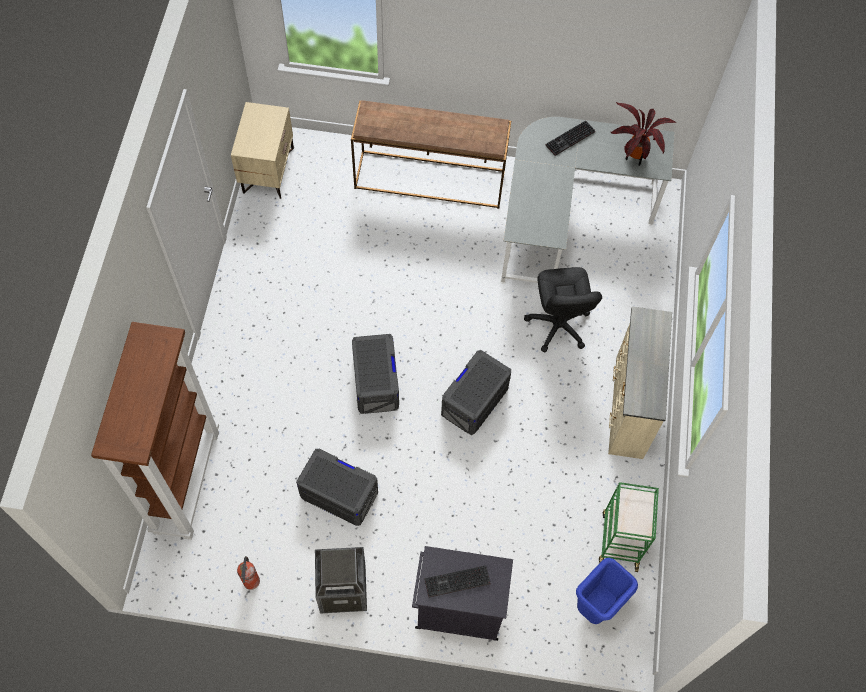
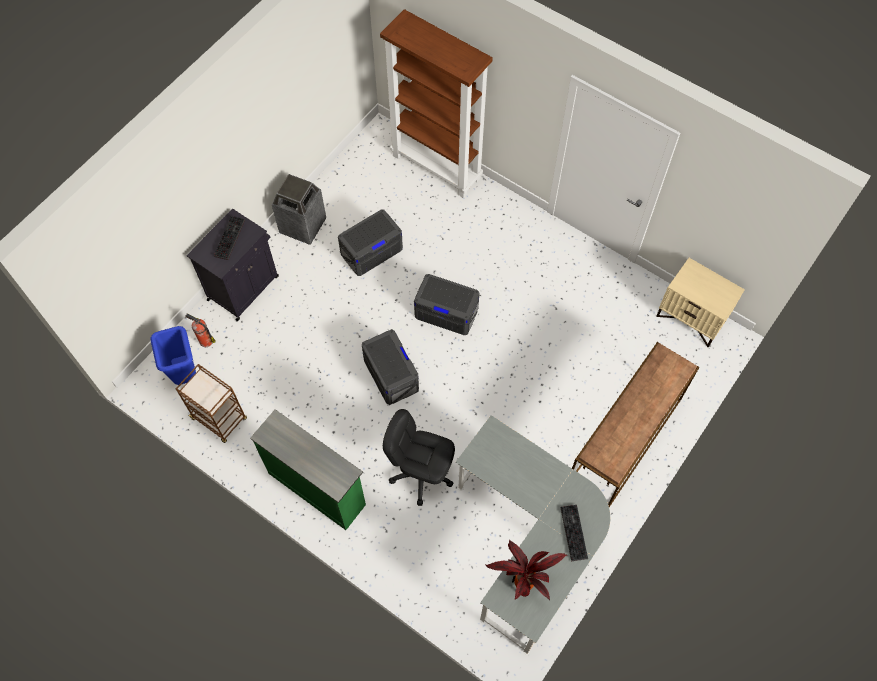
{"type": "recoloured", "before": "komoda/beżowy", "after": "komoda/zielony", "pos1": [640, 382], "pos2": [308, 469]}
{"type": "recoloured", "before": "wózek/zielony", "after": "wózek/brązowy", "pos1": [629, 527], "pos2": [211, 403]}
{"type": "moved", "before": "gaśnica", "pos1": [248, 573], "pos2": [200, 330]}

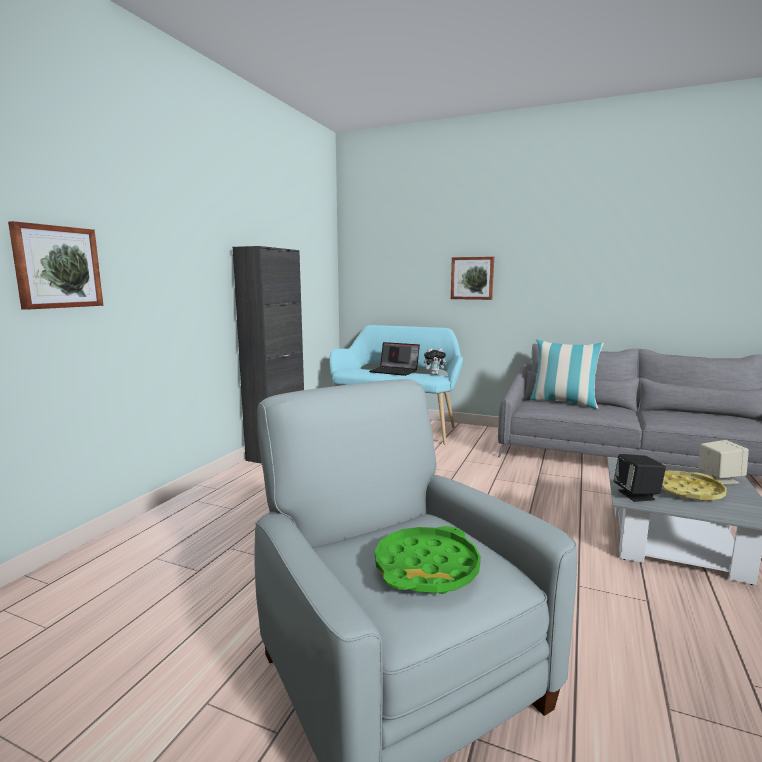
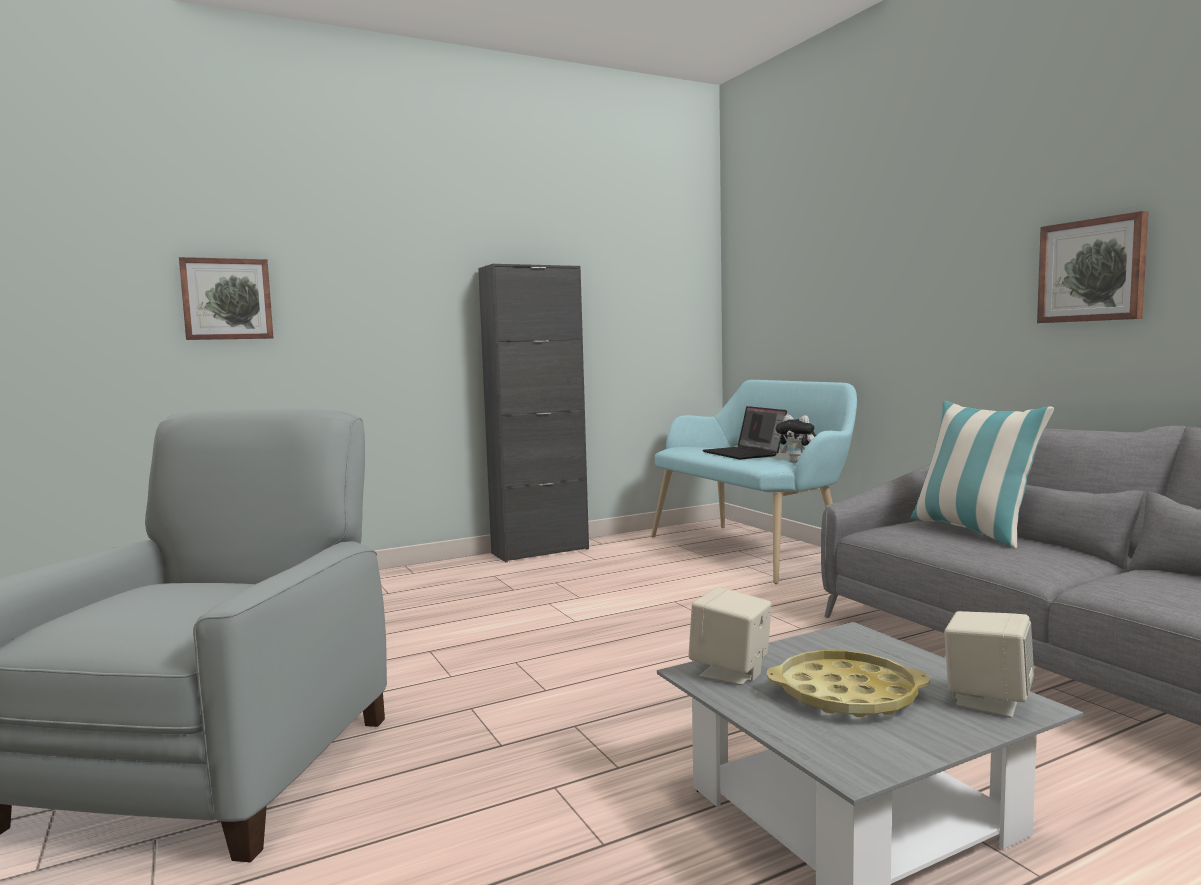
{"type": "moved", "before": "obraz", "pos1": [472, 278], "pos2": [1092, 267]}
{"type": "recoloured", "before": "głośnik/czarny", "after": "głośnik/beżowy", "pos1": [640, 478], "pos2": [730, 636]}
{"type": "removed", "before": "taca/zielony", "pos1": [428, 560]}

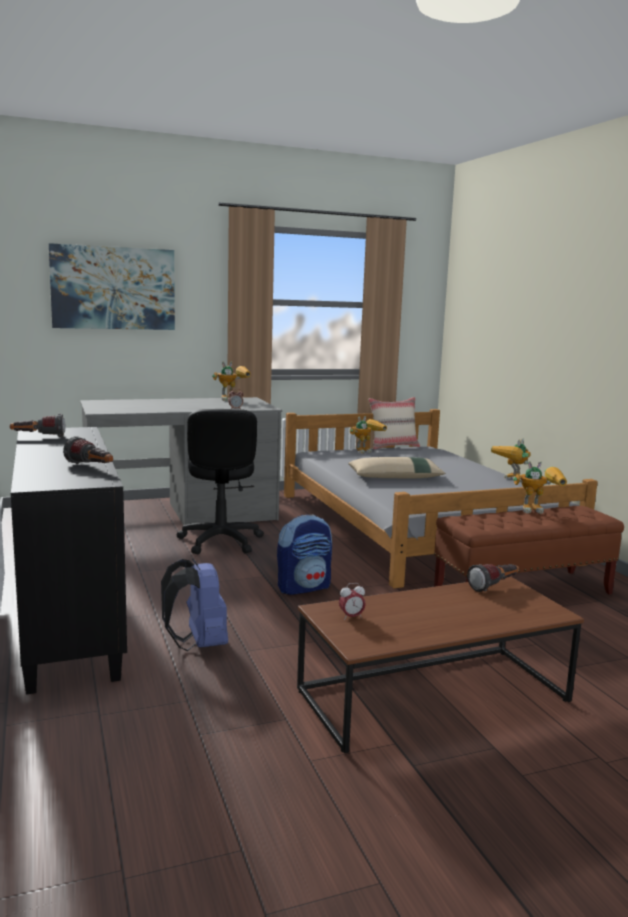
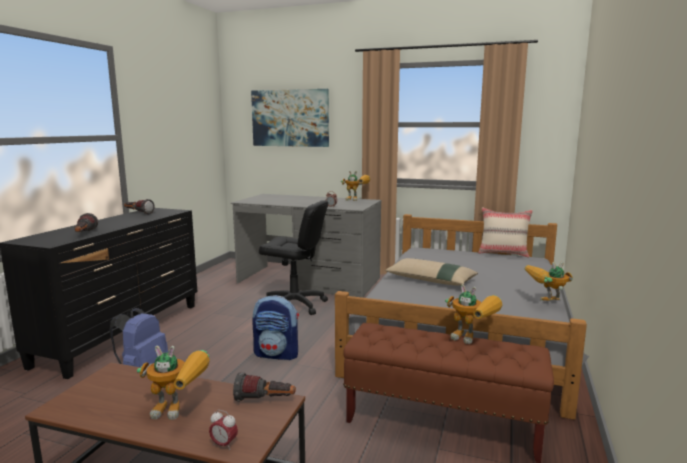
{"type": "turned", "before": "krzesło biurowe/czarny", "pos1": [220, 481], "pos2": [293, 257], "turn": -105}
{"type": "moved", "before": "robot zabawkowy", "pos1": [368, 435], "pos2": [173, 383]}
{"type": "moved", "before": "budzik", "pos1": [352, 601], "pos2": [223, 430]}

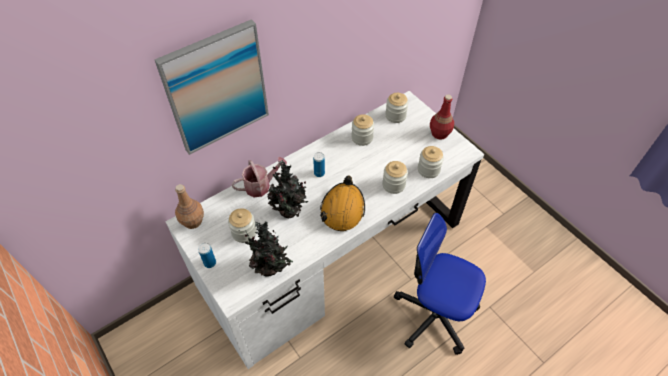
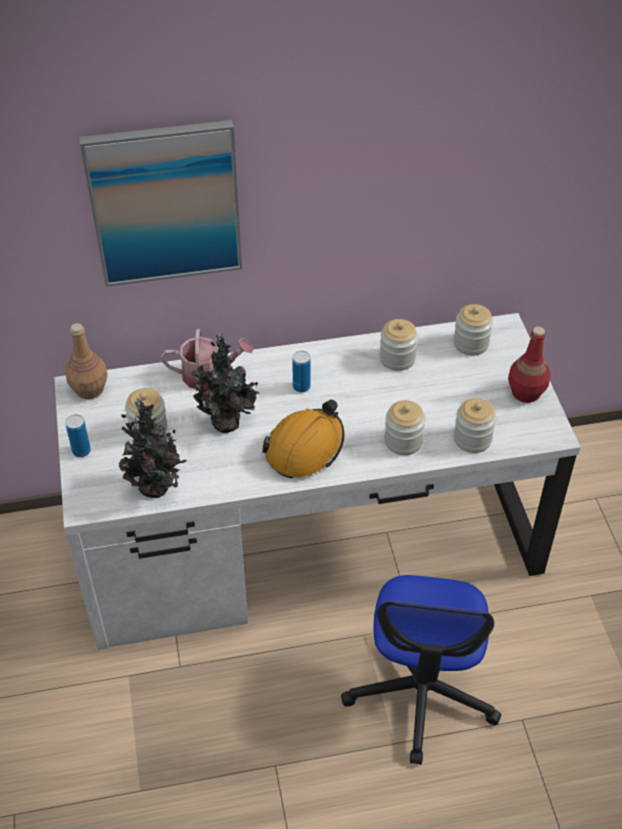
{"type": "turned", "before": "krzesło biurowe", "pos1": [440, 284], "pos2": [421, 670], "turn": -135}

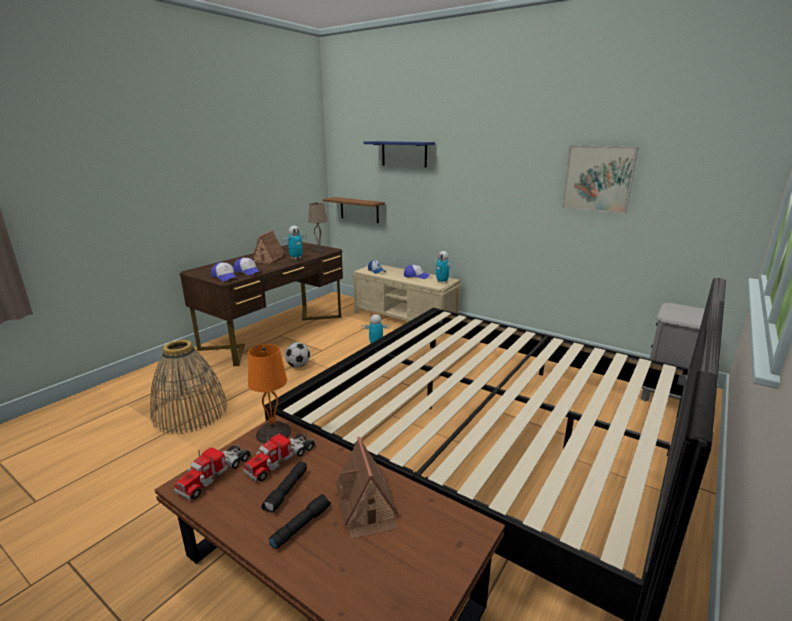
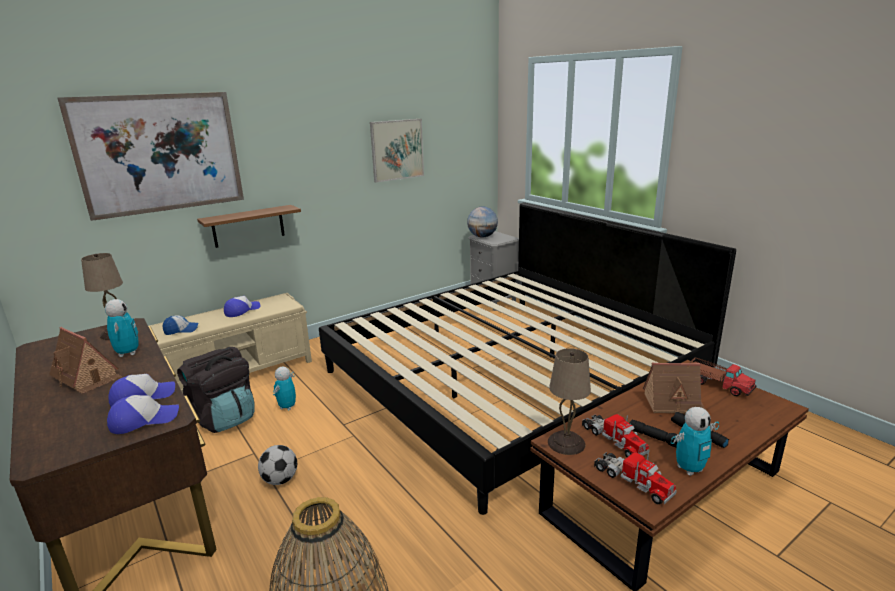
{"type": "replaced", "before": "półka/niebieski", "after": "obraz", "pos1": [399, 154], "pos2": [150, 156]}
{"type": "moved", "before": "półka/brązowy", "pos1": [354, 210], "pos2": [249, 226]}
{"type": "moved", "before": "robot zabawkowy", "pos1": [443, 267], "pos2": [695, 441]}
{"type": "recoloured", "before": "lampa stołowa/pomarańczowy", "after": "lampa stołowa/beżowy", "pos1": [269, 394], "pos2": [569, 401]}
{"type": "added", "after": "globus", "pos2": [482, 222]}
{"type": "added", "after": "plecak/czarny", "pos2": [216, 390]}
{"type": "added", "after": "ciężarówka zabawkowa", "pos2": [723, 376]}

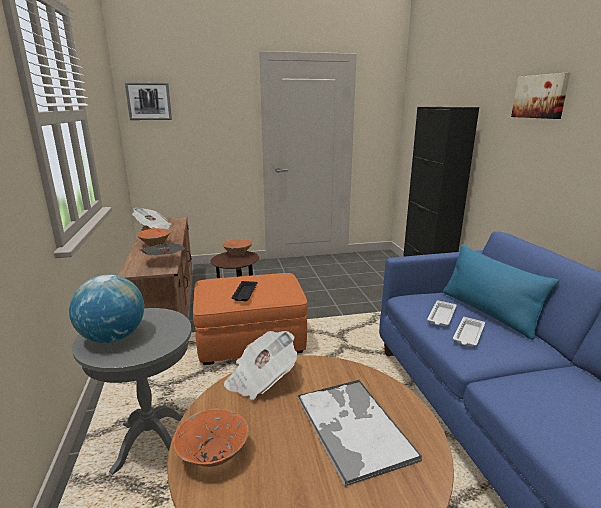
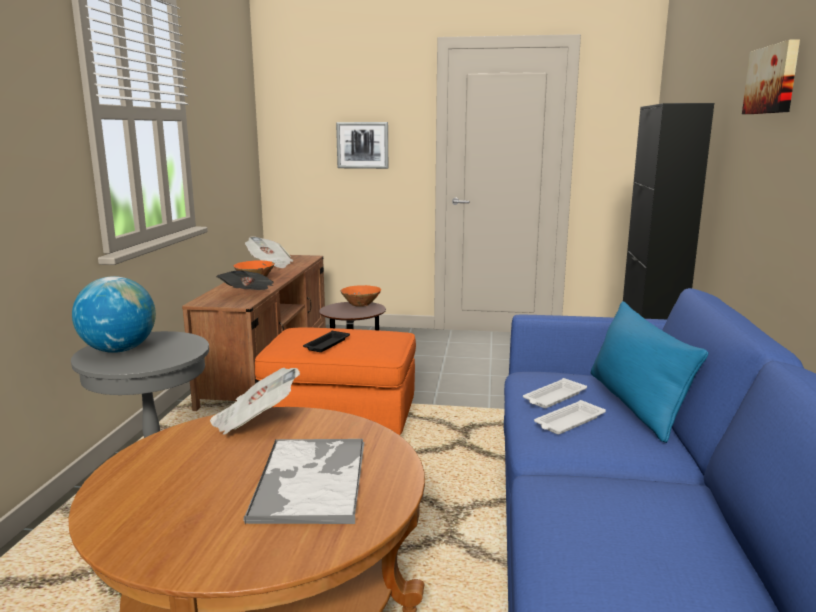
{"type": "moved", "before": "obraz", "pos1": [148, 101], "pos2": [362, 145]}
{"type": "removed", "before": "miska/pomarańczowy", "pos1": [211, 437]}

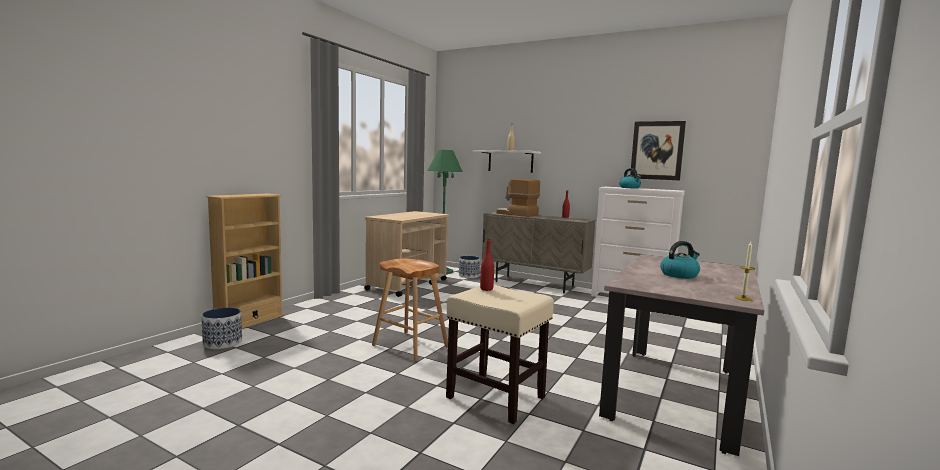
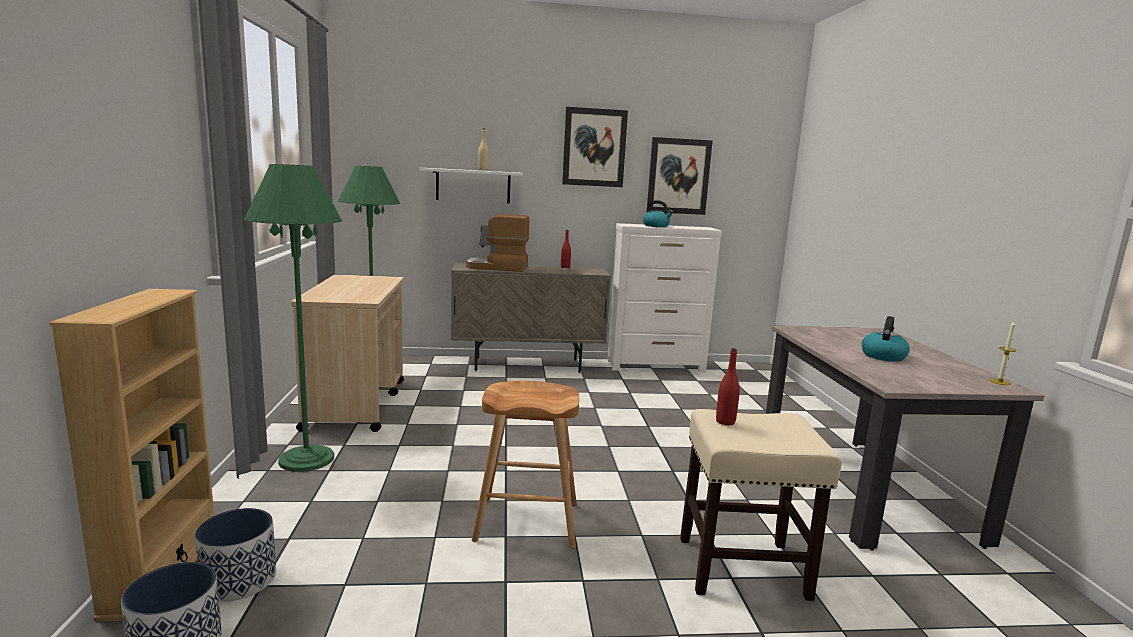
{"type": "moved", "before": "donica", "pos1": [469, 267], "pos2": [235, 555]}
{"type": "added", "after": "obraz", "pos2": [595, 147]}
{"type": "added", "after": "lampa stojąca/zielony", "pos2": [293, 318]}

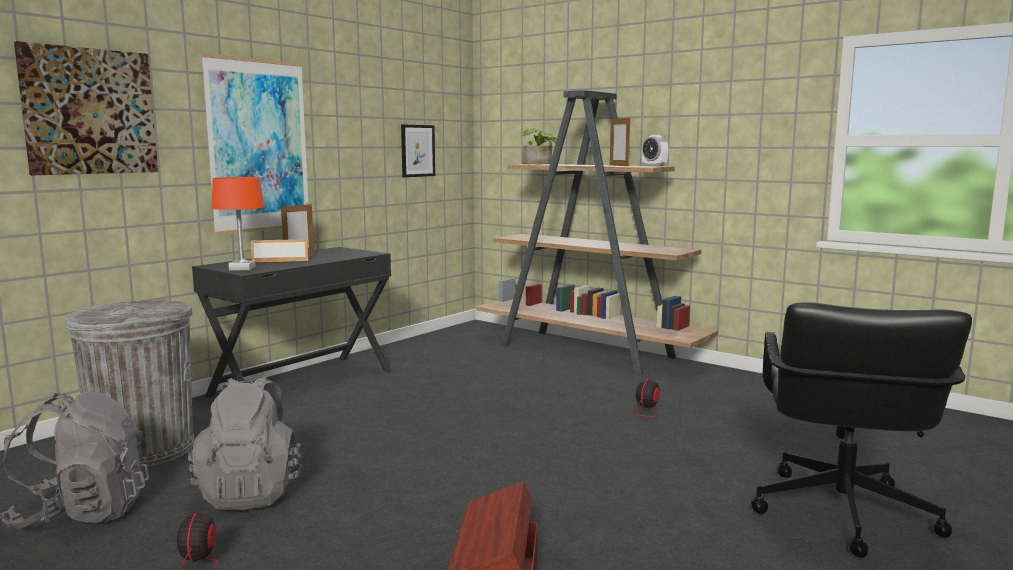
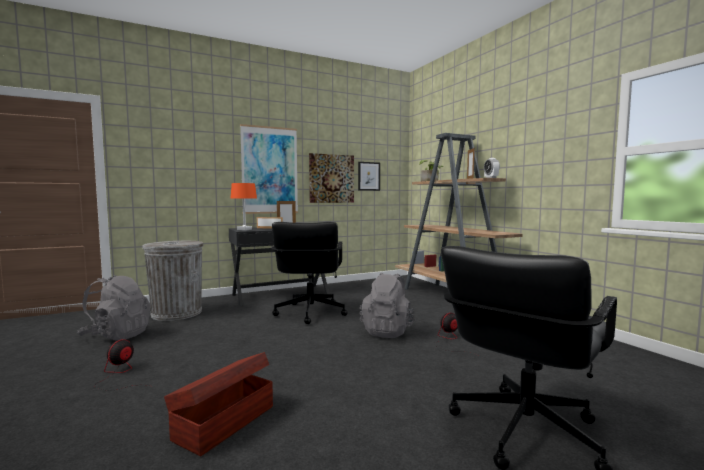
{"type": "moved", "before": "obraz", "pos1": [86, 108], "pos2": [331, 178]}
{"type": "moved", "before": "plecak/szary", "pos1": [247, 443], "pos2": [388, 305]}
{"type": "added", "after": "krzesło biurowe/czarny", "pos2": [309, 273]}

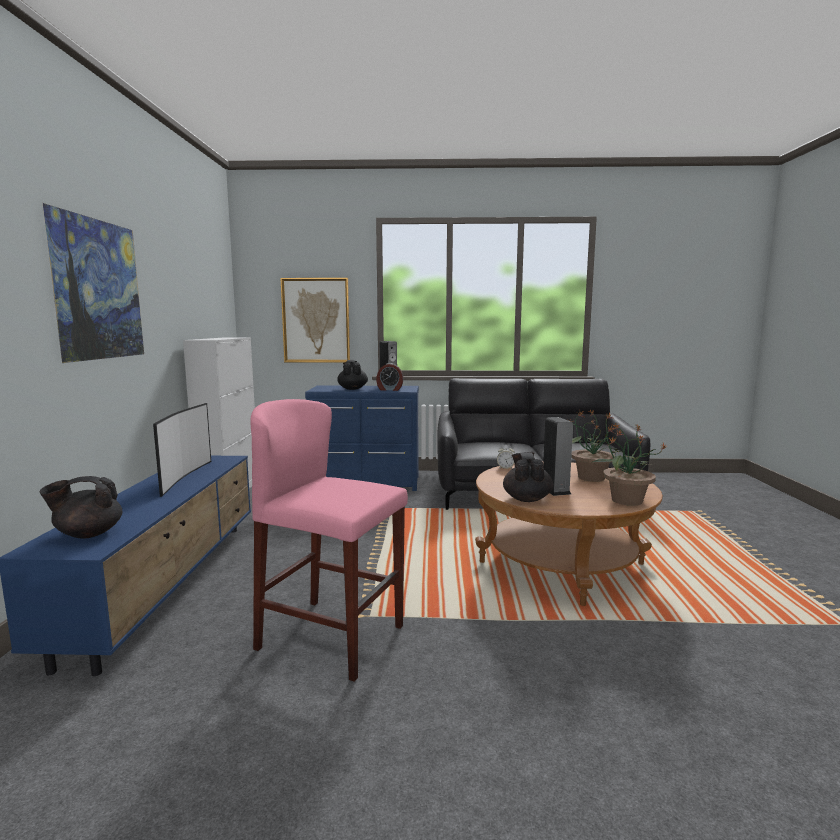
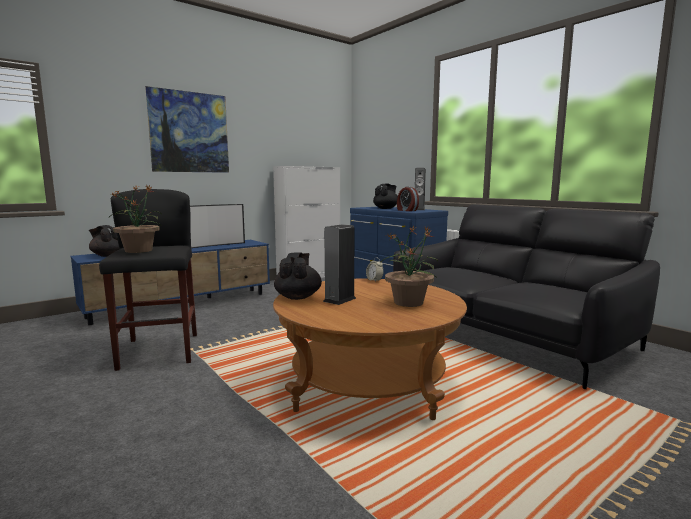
{"type": "removed", "before": "obraz", "pos1": [315, 320]}
{"type": "recoloured", "before": "stołek/różowy", "after": "stołek/czarny", "pos1": [329, 540], "pos2": [148, 280]}
{"type": "moved", "before": "roślina doniczkowa", "pos1": [629, 464], "pos2": [135, 219]}
{"type": "turned", "before": "imbryk/czarny", "pos1": [528, 477], "pos2": [298, 276], "turn": -45}

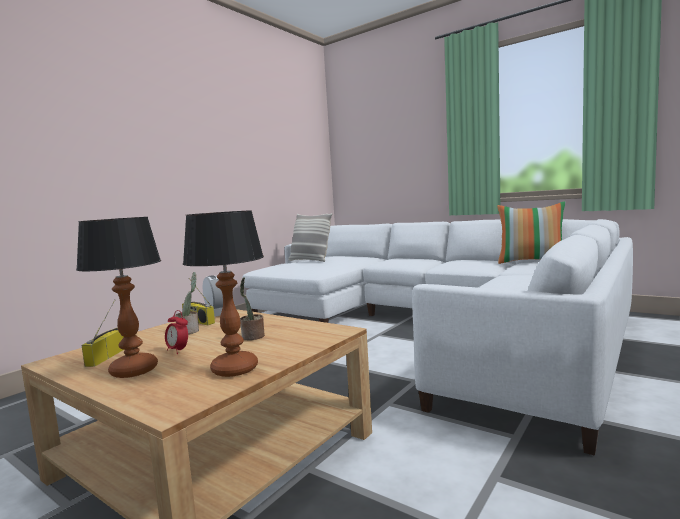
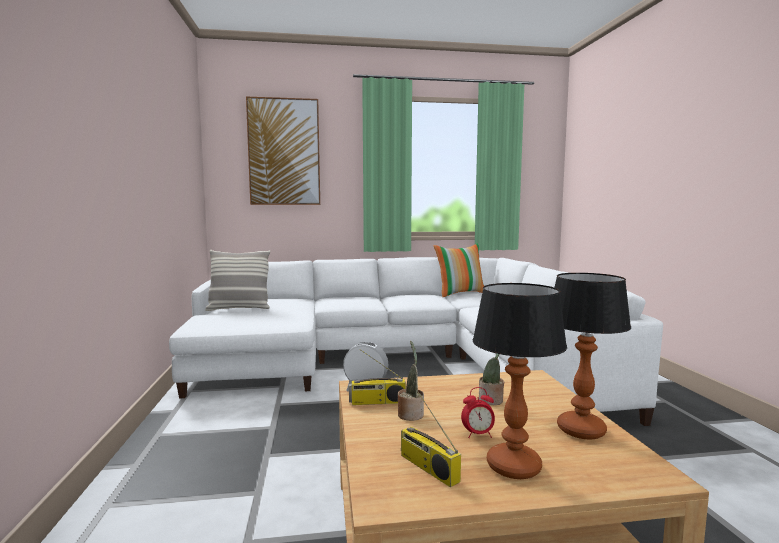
{"type": "added", "after": "obraz", "pos2": [283, 150]}

